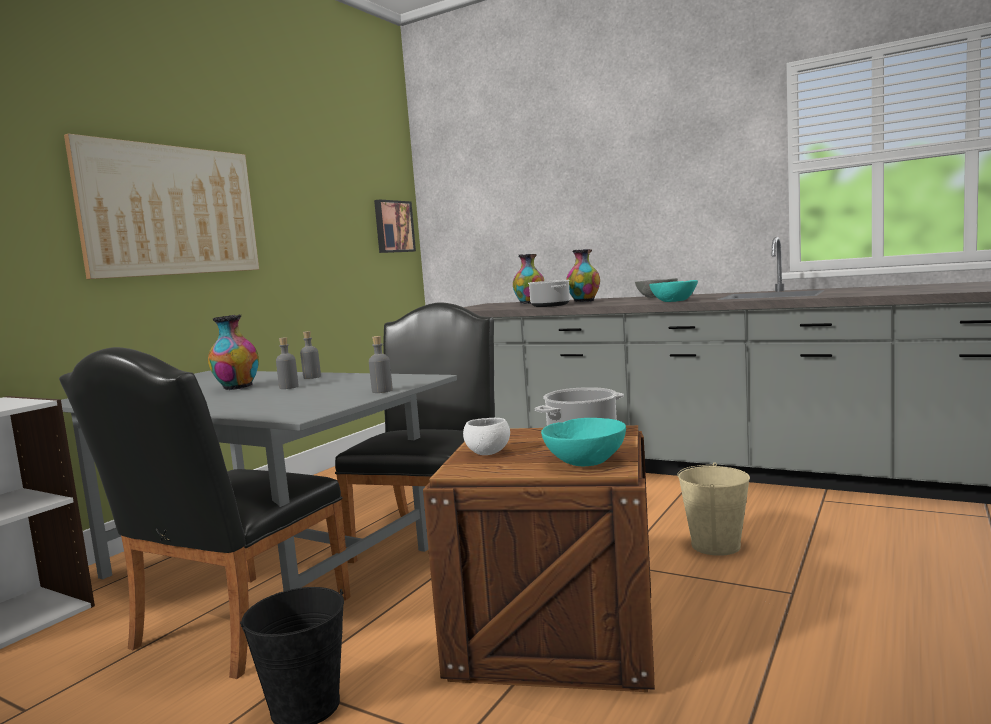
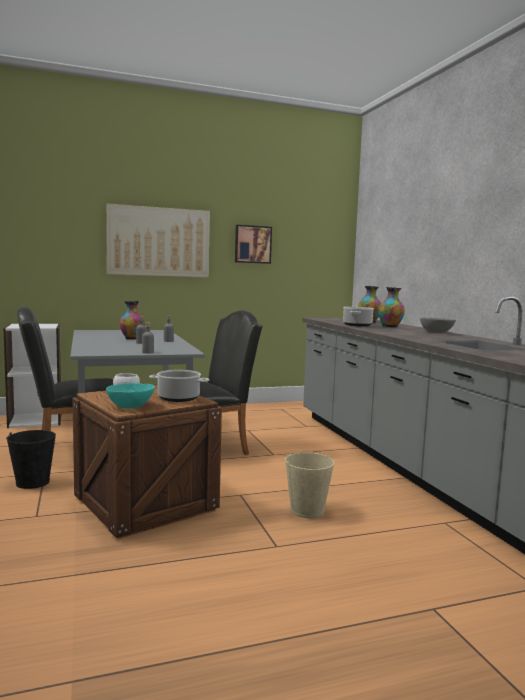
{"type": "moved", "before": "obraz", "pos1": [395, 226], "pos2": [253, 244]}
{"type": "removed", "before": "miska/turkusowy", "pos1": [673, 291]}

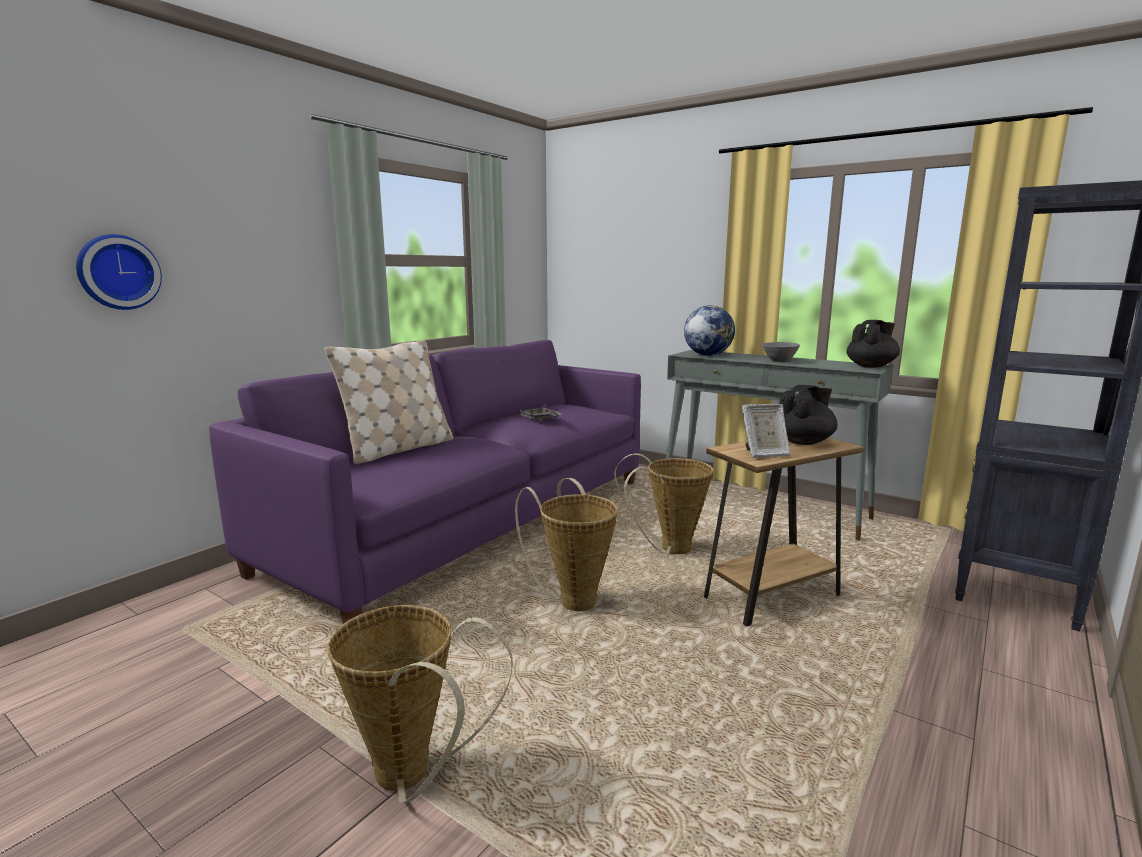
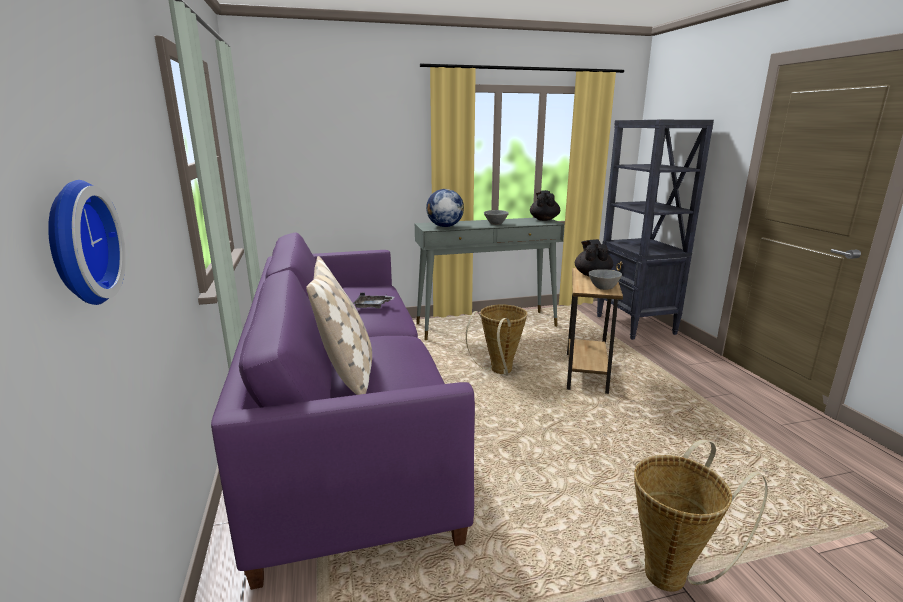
{"type": "replaced", "before": "ramka na zdjęcie", "after": "miska/szary", "pos1": [766, 431], "pos2": [605, 279]}
{"type": "removed", "before": "koszyk", "pos1": [566, 544]}

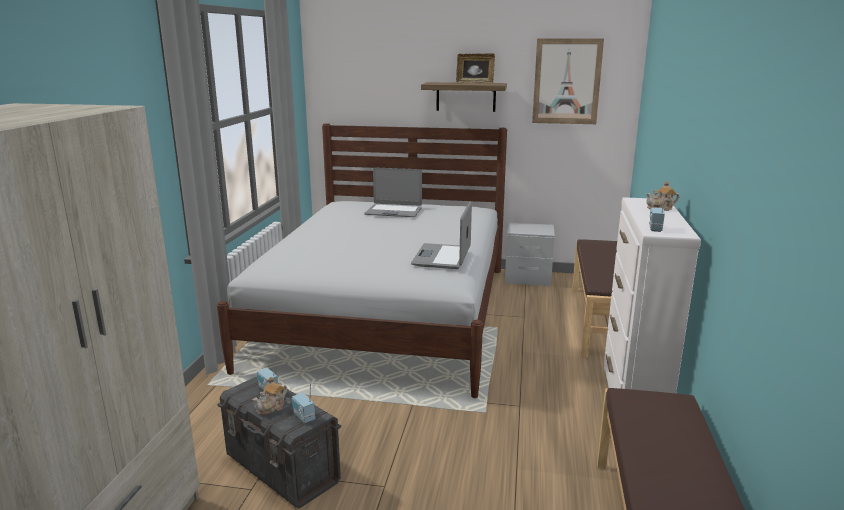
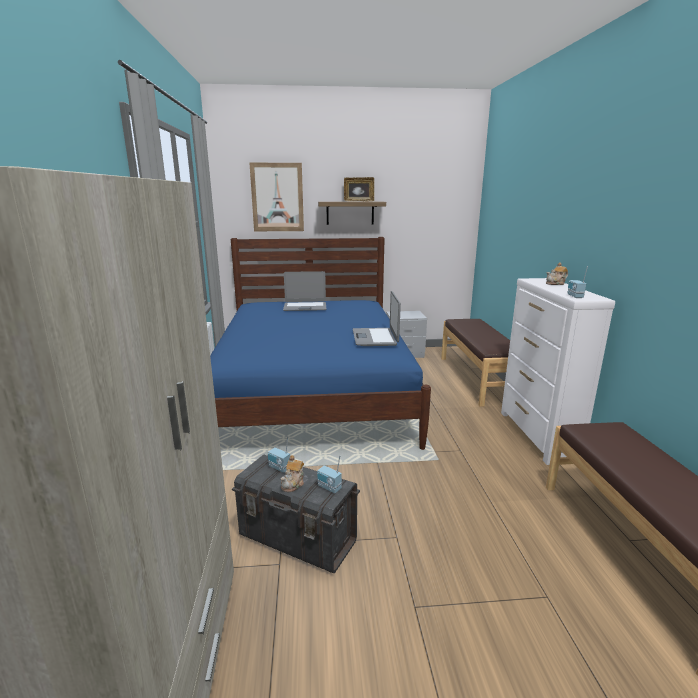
{"type": "moved", "before": "obraz", "pos1": [568, 81], "pos2": [276, 197]}
{"type": "recoloured", "before": "łóżko/biały", "after": "łóżko/niebieski", "pos1": [362, 260], "pos2": [320, 343]}

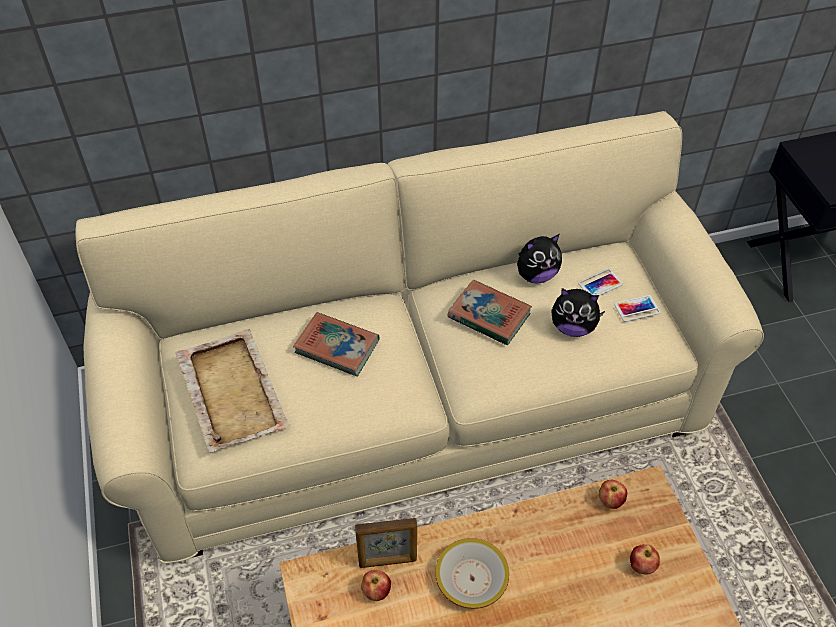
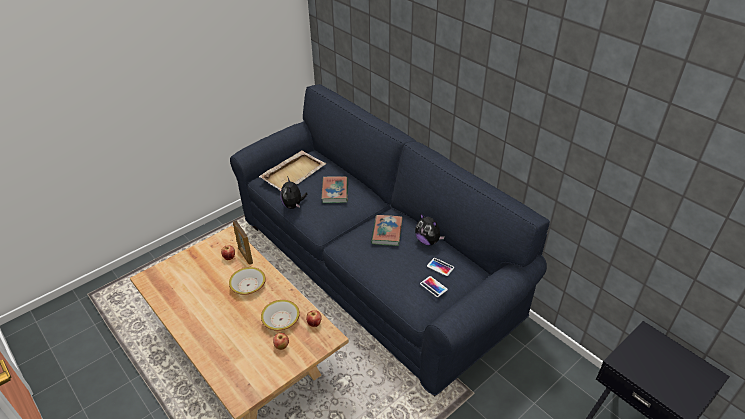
{"type": "recoloured", "before": "kanapa/beżowy", "after": "kanapa/niebieski", "pos1": [419, 337], "pos2": [390, 240]}
{"type": "moved", "before": "pluszak", "pos1": [578, 312], "pos2": [294, 192]}
{"type": "added", "after": "miska", "pos2": [280, 315]}

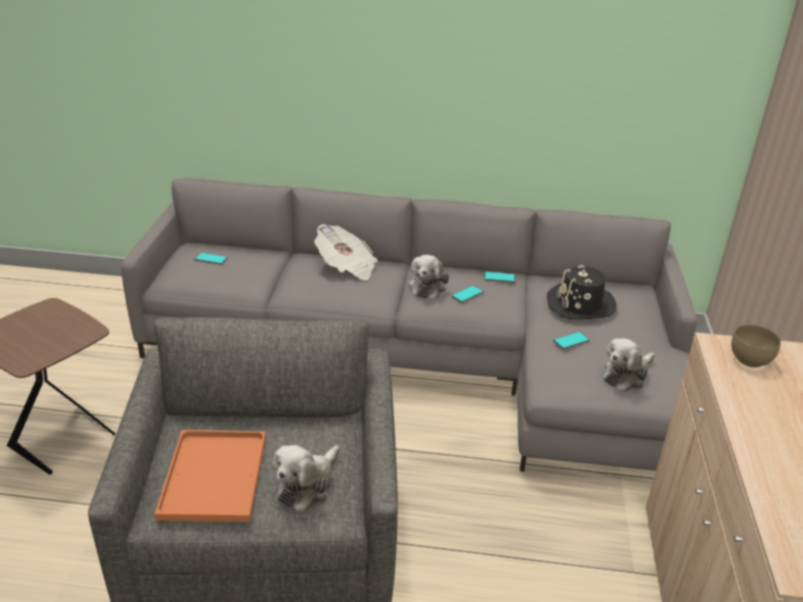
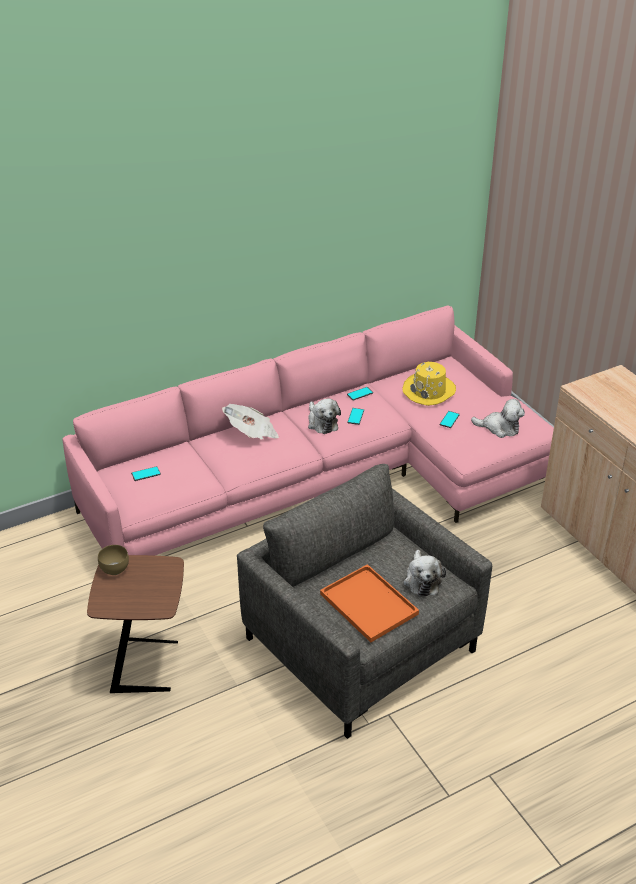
{"type": "recoloured", "before": "kanapa/szary", "after": "kanapa/różowy", "pos1": [409, 325], "pos2": [308, 430]}
{"type": "recoloured", "before": "kapelusz/czarny", "after": "kapelusz/żółty", "pos1": [582, 292], "pos2": [429, 384]}
{"type": "moved", "before": "miska/brązowy", "pos1": [756, 346], "pos2": [113, 560]}
{"type": "turned", "before": "pluszak", "pos1": [629, 365], "pos2": [498, 418], "turn": -90}

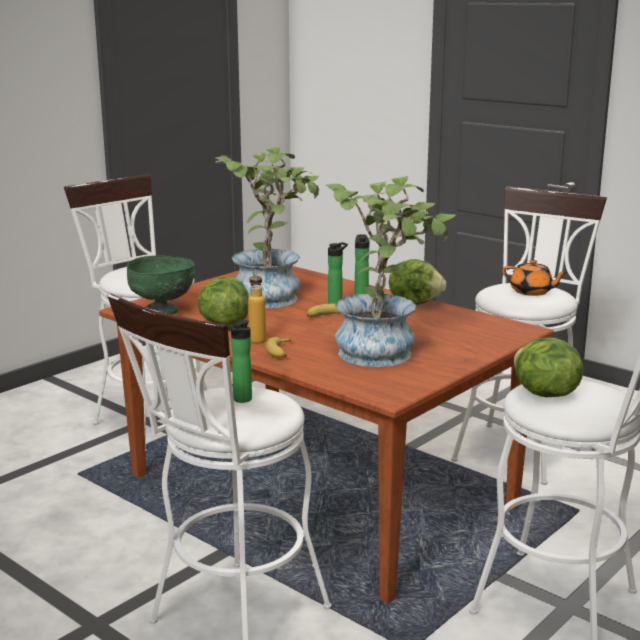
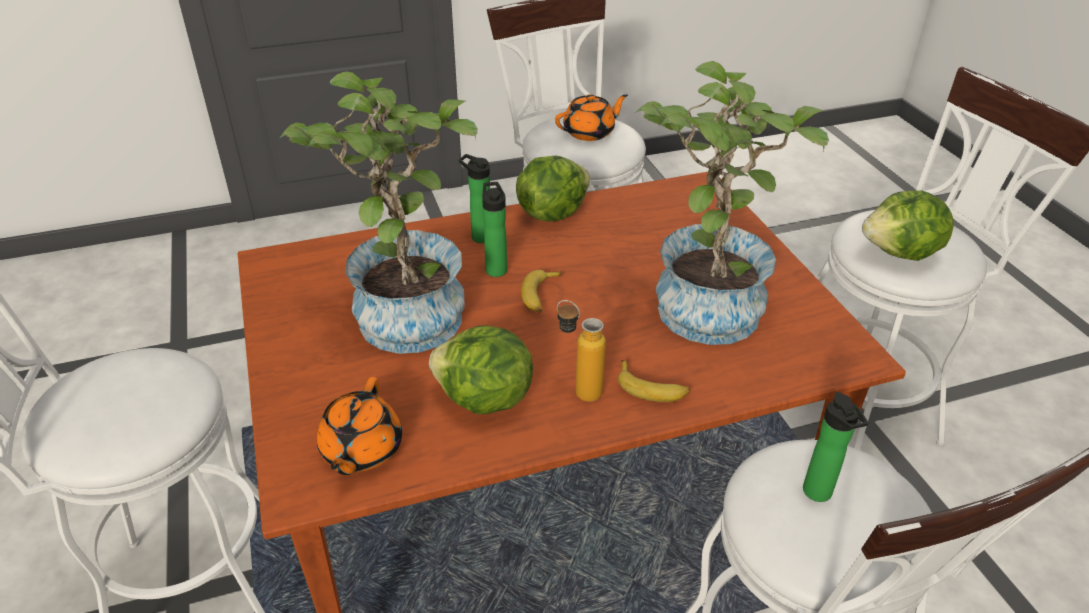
{"type": "replaced", "before": "miska/zielony", "after": "imbryk/pomarańczowy", "pos1": [161, 284], "pos2": [359, 426]}

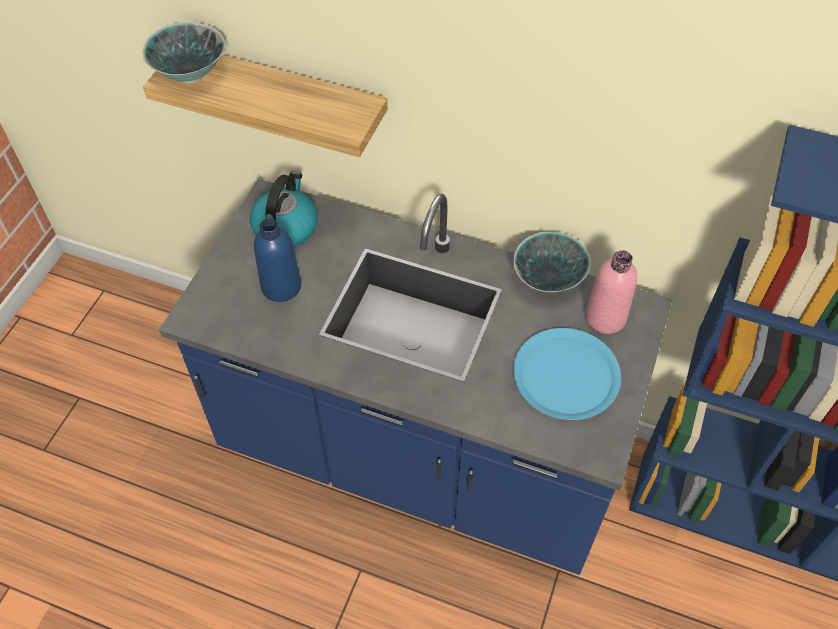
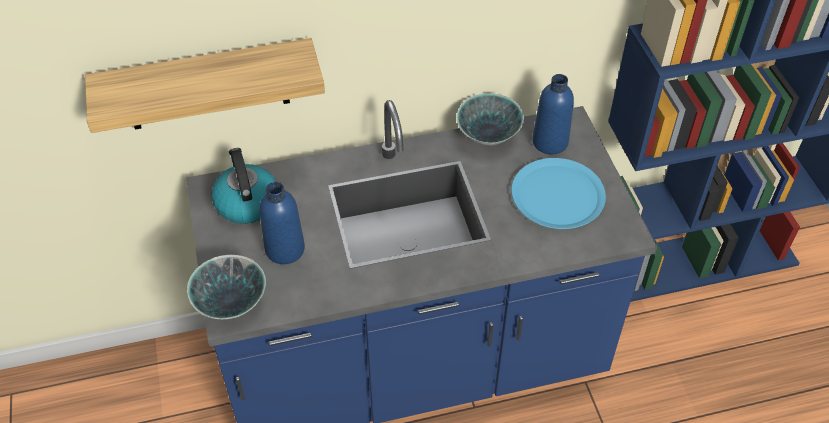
{"type": "moved", "before": "miska", "pos1": [183, 53], "pos2": [226, 287]}
{"type": "recoloured", "before": "butelka/różowy", "after": "butelka/niebieski", "pos1": [611, 292], "pos2": [553, 114]}

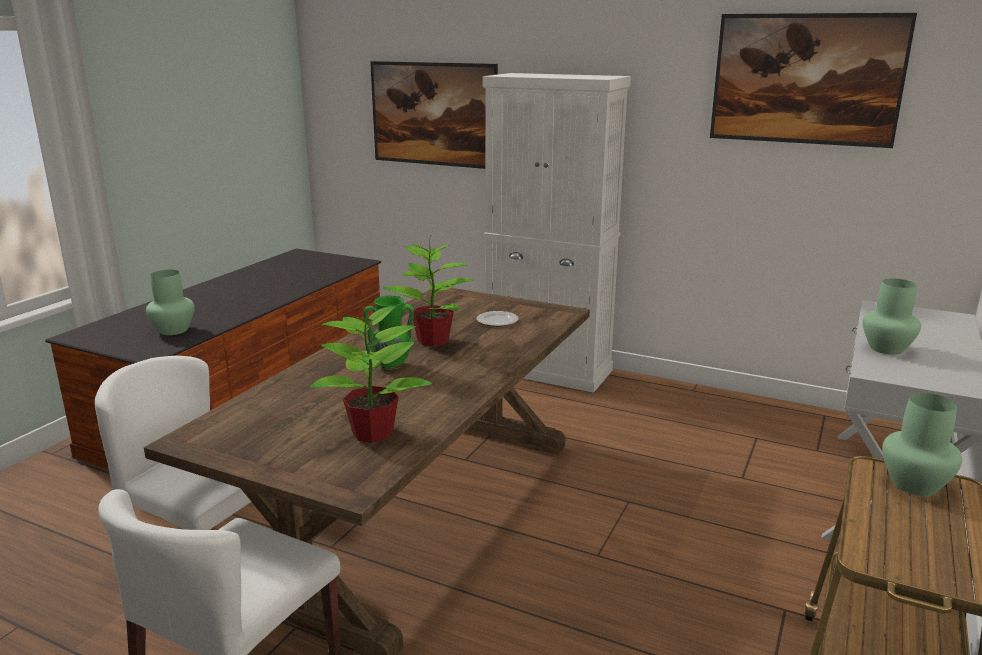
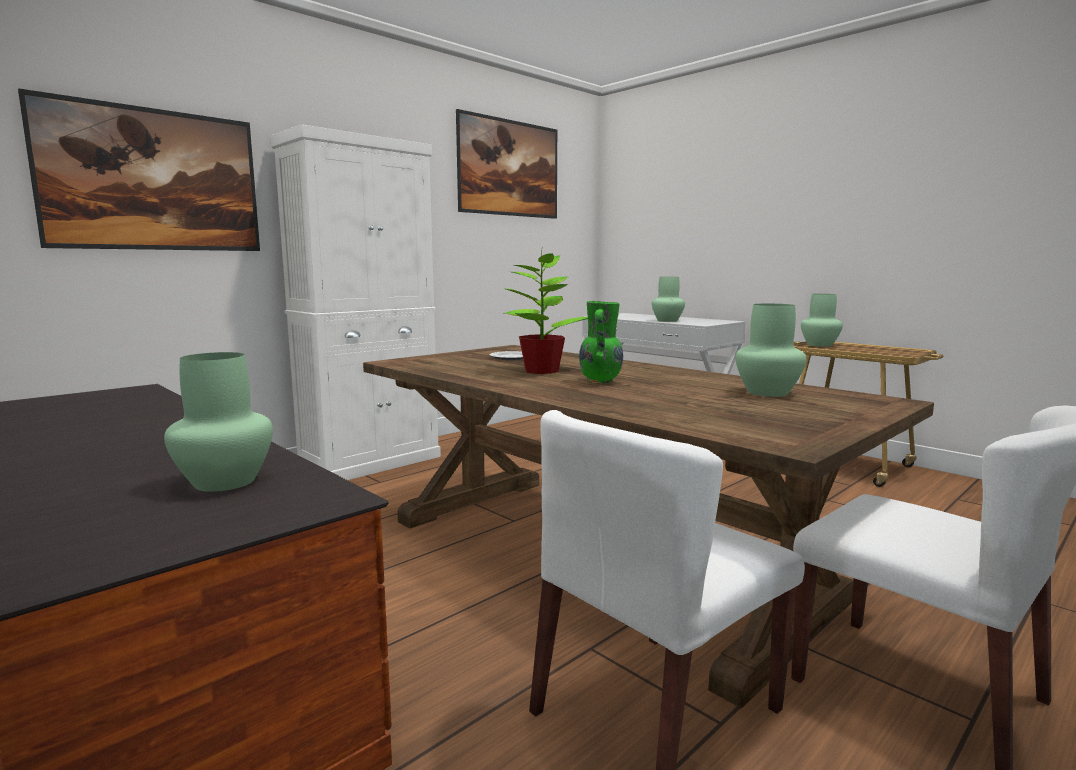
{"type": "replaced", "before": "roślina doniczkowa", "after": "wazon/zielony", "pos1": [371, 371], "pos2": [771, 350]}

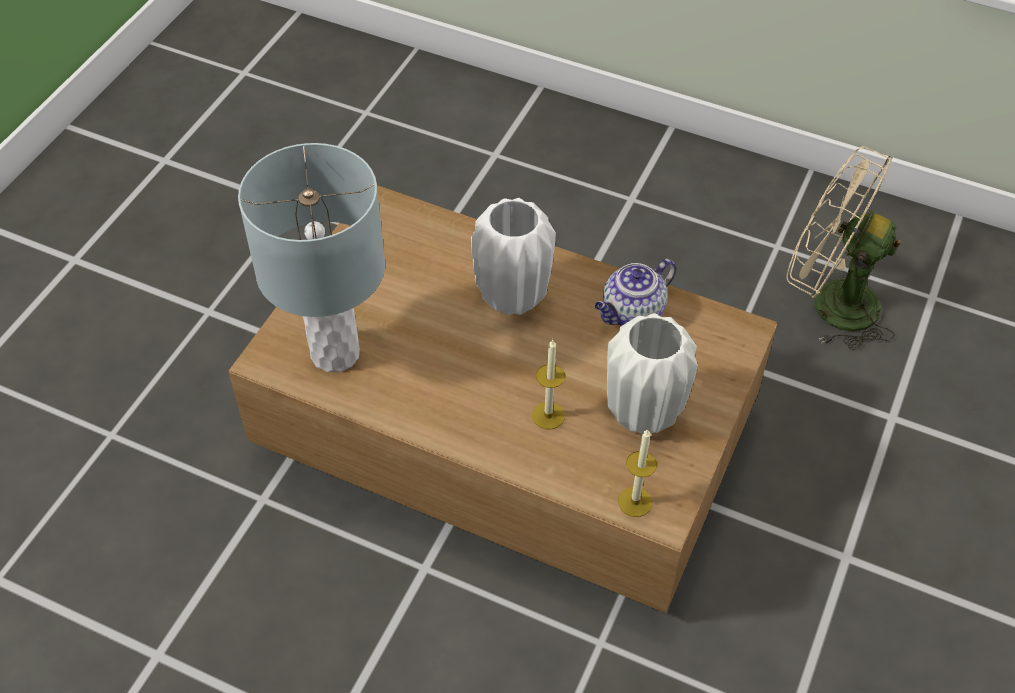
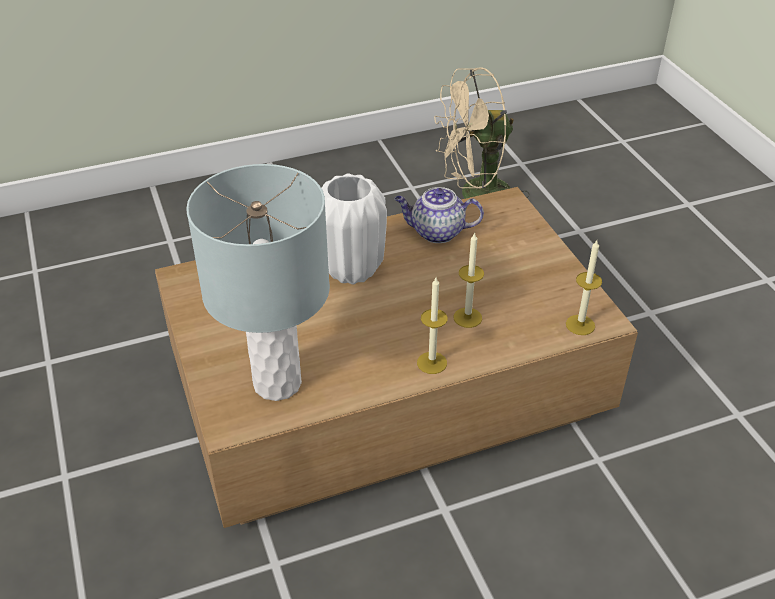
{"type": "turned", "before": "imbryk", "pos1": [635, 292], "pos2": [439, 215], "turn": 90}
{"type": "removed", "before": "wazon/biały", "pos1": [652, 373]}
{"type": "added", "after": "świeca", "pos2": [432, 326]}

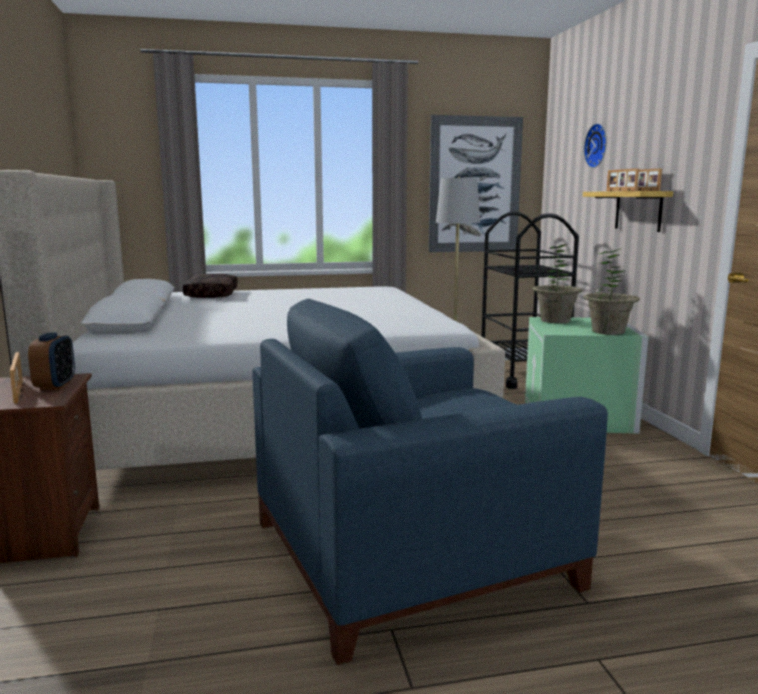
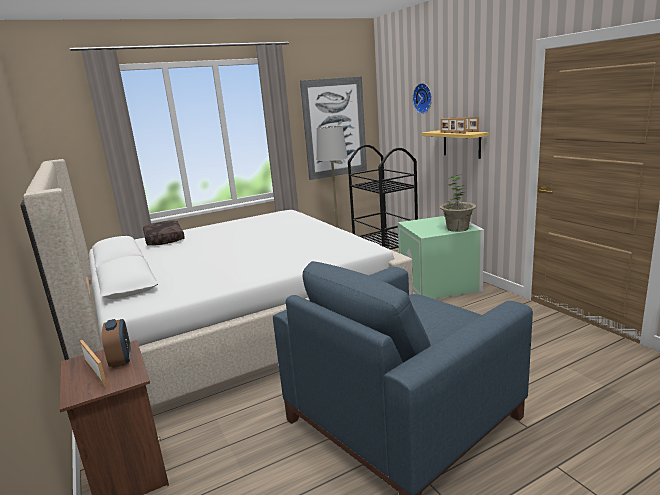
{"type": "removed", "before": "roślina doniczkowa", "pos1": [557, 283]}

